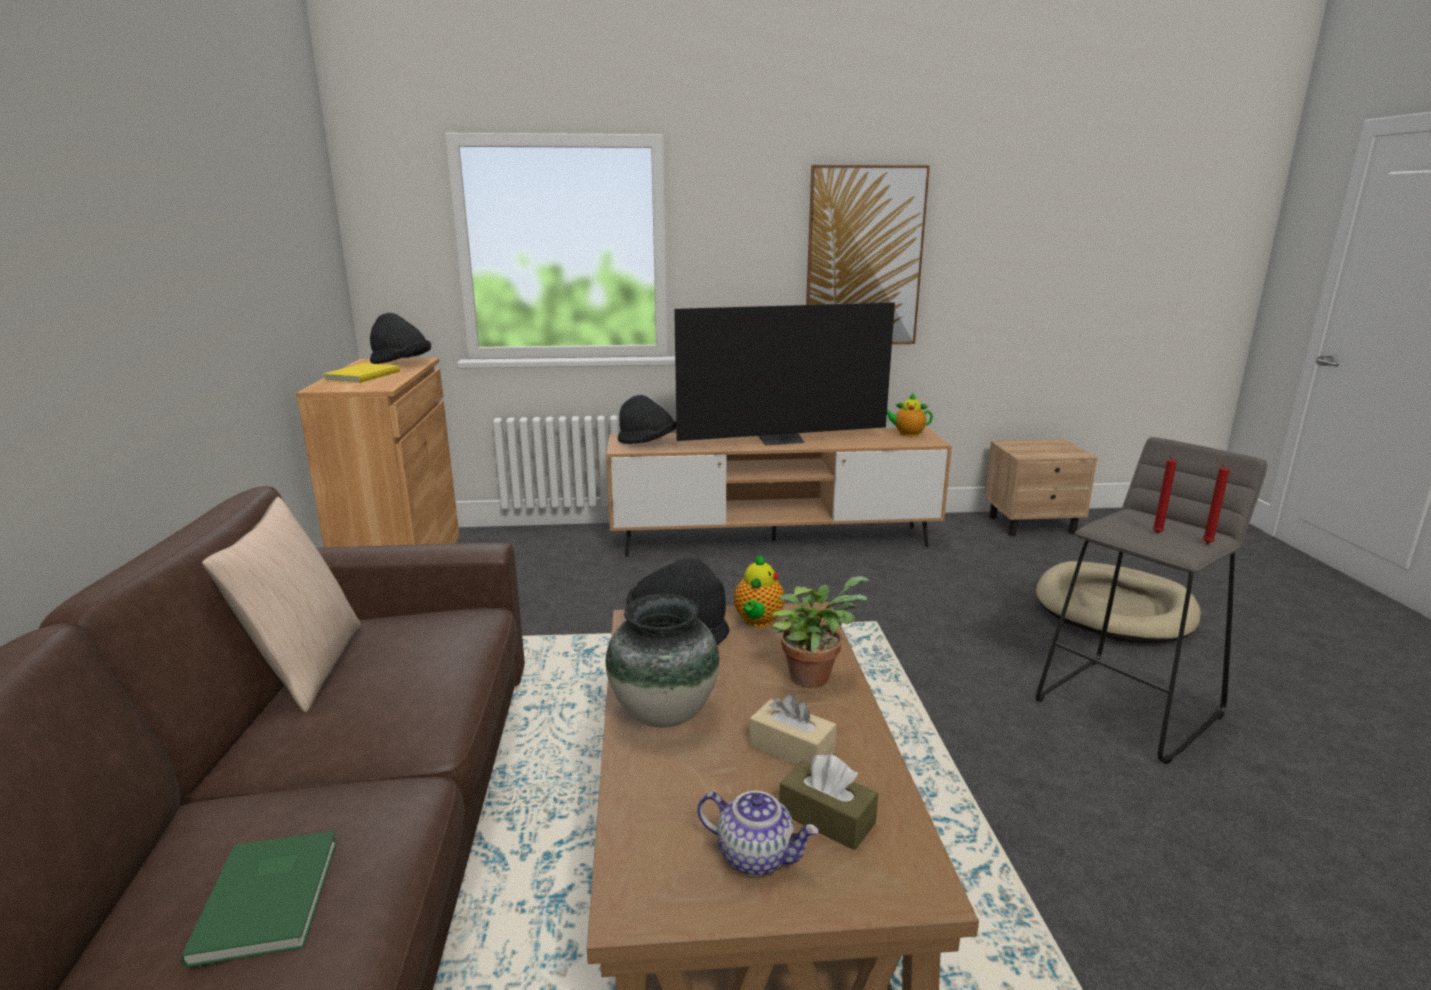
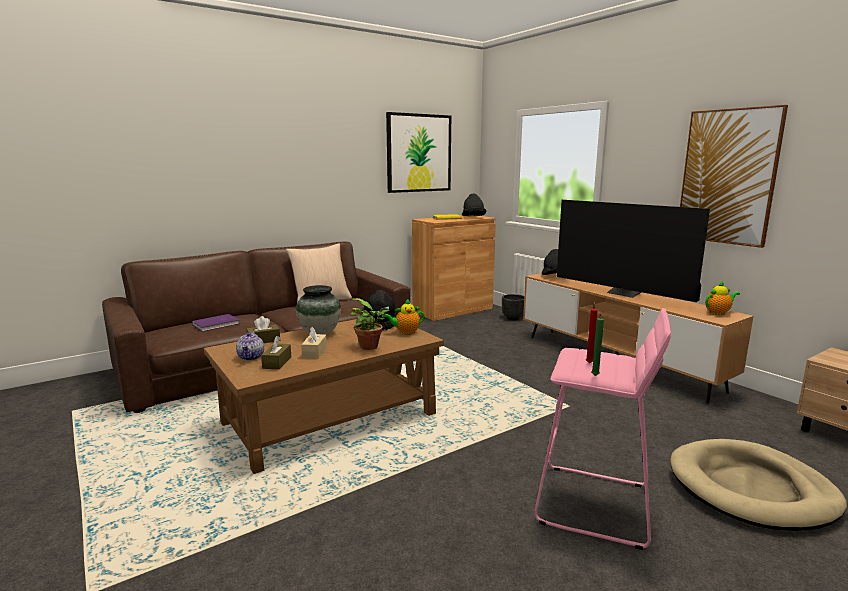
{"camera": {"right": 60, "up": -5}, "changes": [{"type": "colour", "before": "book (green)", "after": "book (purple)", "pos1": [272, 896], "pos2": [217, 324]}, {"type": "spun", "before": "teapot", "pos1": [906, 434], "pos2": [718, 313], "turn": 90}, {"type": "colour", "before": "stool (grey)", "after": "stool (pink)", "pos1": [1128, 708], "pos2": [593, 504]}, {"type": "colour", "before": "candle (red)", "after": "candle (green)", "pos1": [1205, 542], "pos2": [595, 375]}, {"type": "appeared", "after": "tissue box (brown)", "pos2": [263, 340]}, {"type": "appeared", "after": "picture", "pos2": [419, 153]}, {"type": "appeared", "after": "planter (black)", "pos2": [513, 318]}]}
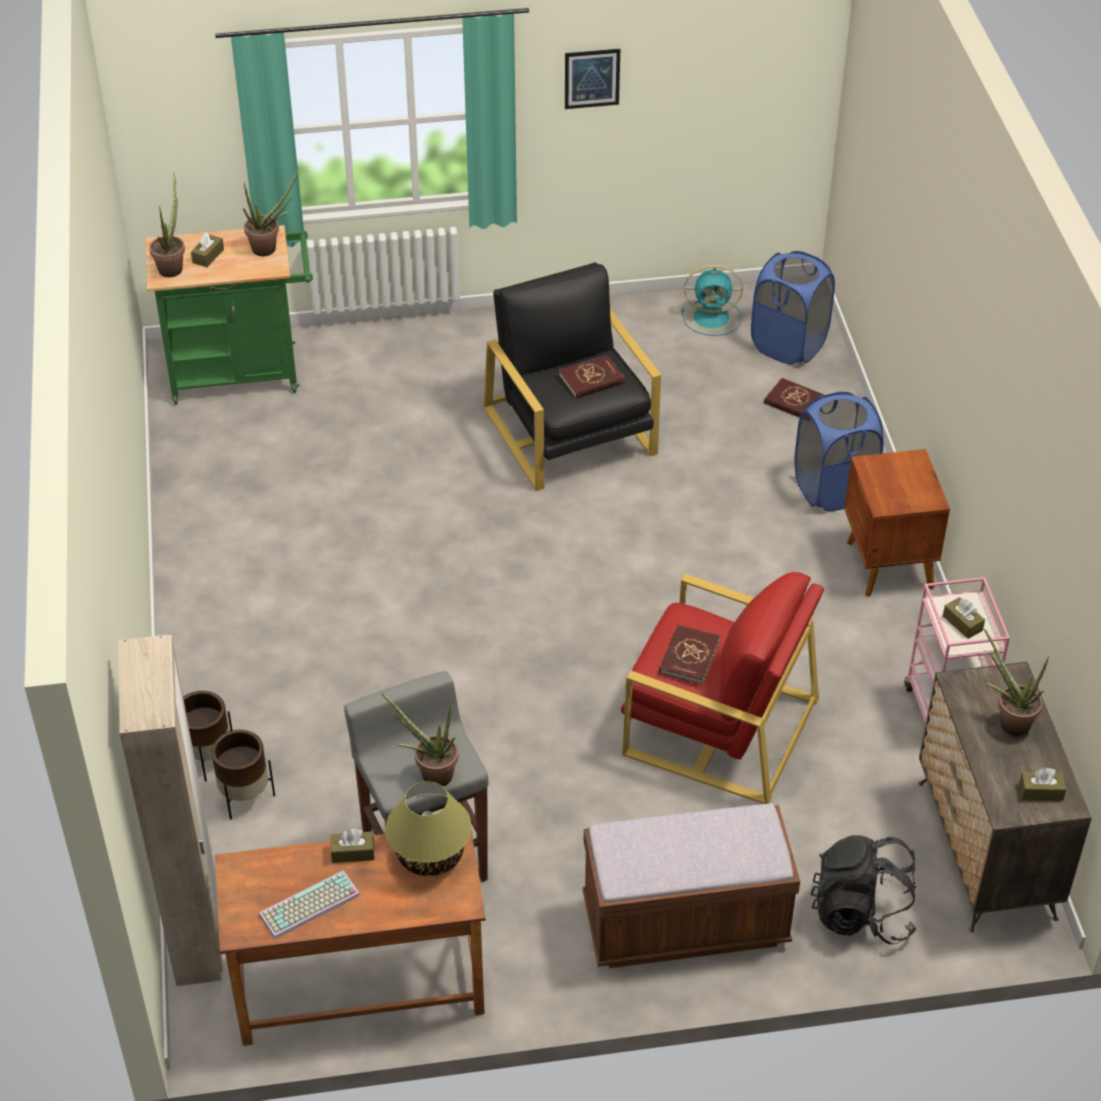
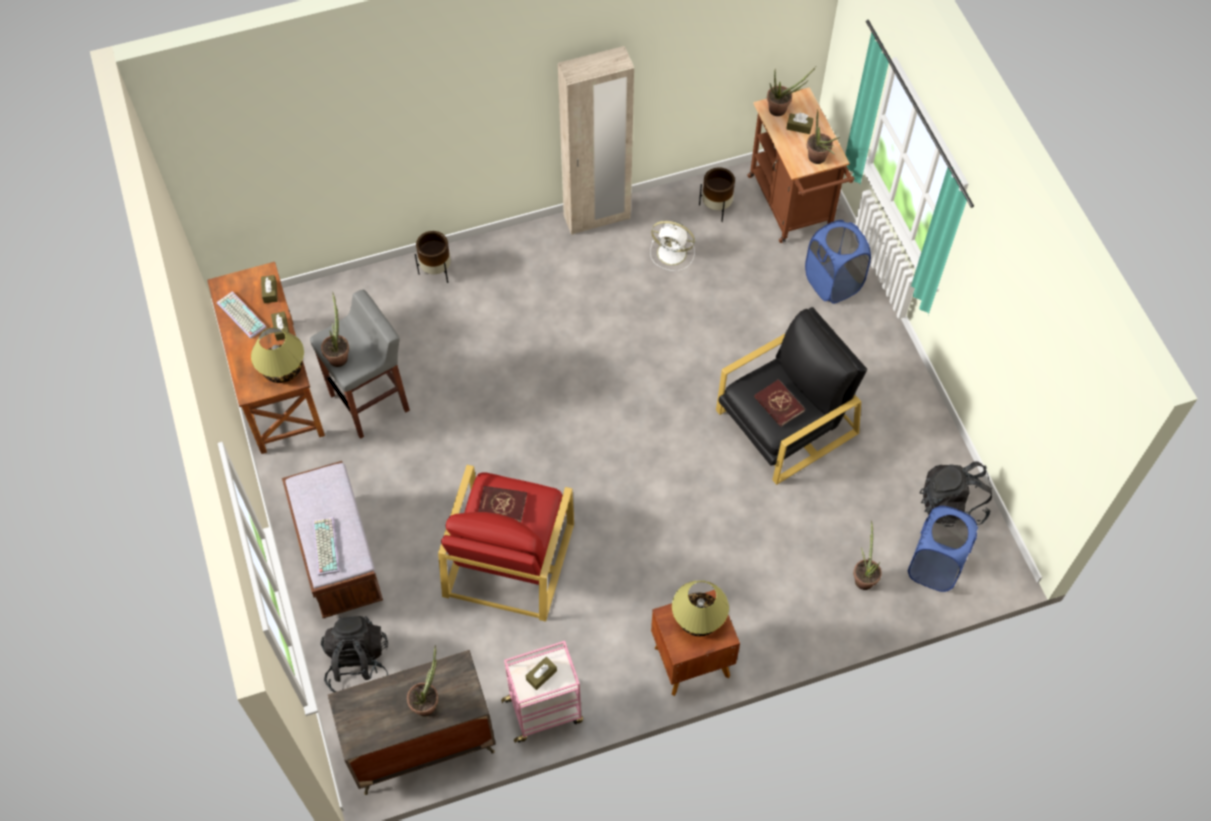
{"camera": {"right": 80, "up": 15}, "changes": [{"type": "relocated", "before": "wardrobe (beige)", "pos1": [198, 937], "pos2": [597, 218]}, {"type": "colour", "before": "cart (green)", "after": "cart (brown)", "pos1": [243, 373], "pos2": [792, 207]}, {"type": "relocated", "before": "planter (brown)", "pos1": [245, 797], "pos2": [716, 208]}, {"type": "missing", "before": "picture", "pos1": [592, 78]}, {"type": "exchanged", "before": "fan (turquoise)", "after": "backpack (black)", "pos1": [713, 318], "pos2": [951, 505]}, {"type": "exchanged", "before": "book (red)", "after": "potted plant", "pos1": [795, 402], "pos2": [863, 577]}, {"type": "relocated", "before": "laundry basket (blue)", "pos1": [833, 489], "pos2": [832, 283]}, {"type": "relocated", "before": "tissue box (brown)", "pos1": [1041, 791], "pos2": [270, 292]}, {"type": "appeared", "after": "keyboard", "pos2": [324, 545]}, {"type": "appeared", "after": "fan (white)", "pos2": [673, 253]}, {"type": "appeared", "after": "table lamp", "pos2": [699, 618]}]}
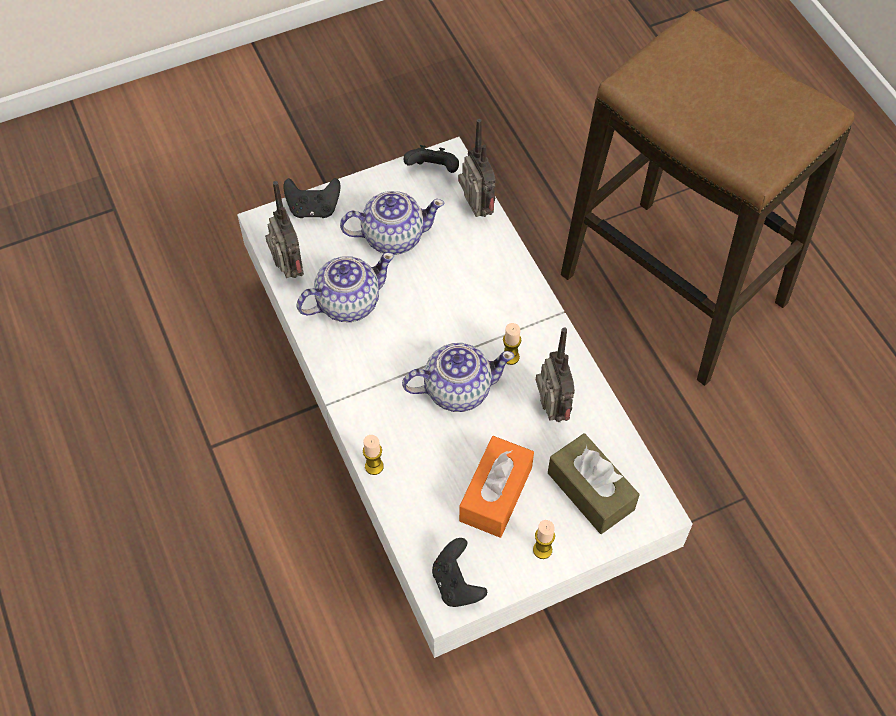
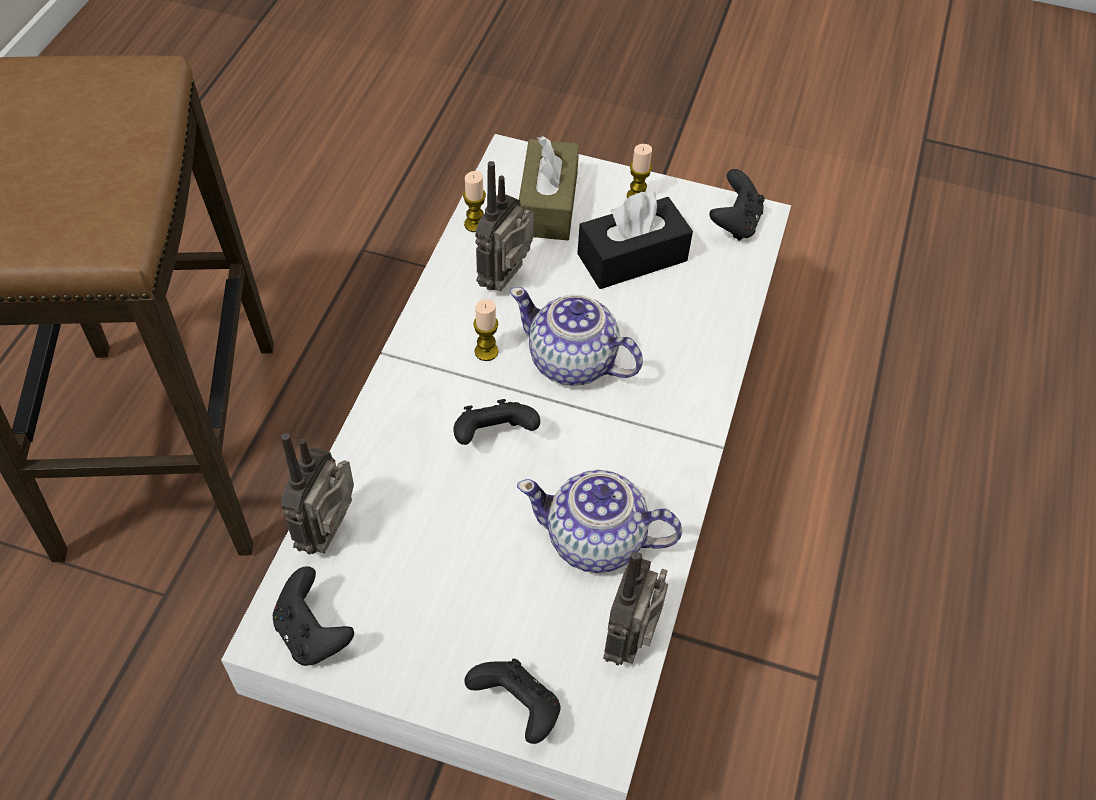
{"camera": {"right": -140, "up": -5}, "changes": [{"type": "missing", "before": "teapot", "pos1": [392, 236]}, {"type": "relocated", "before": "candle", "pos1": [374, 466], "pos2": [475, 224]}, {"type": "colour", "before": "tissue box (orange)", "after": "tissue box (black)", "pos1": [496, 494], "pos2": [632, 257]}, {"type": "appeared", "after": "game controller (black)", "pos2": [494, 436]}]}
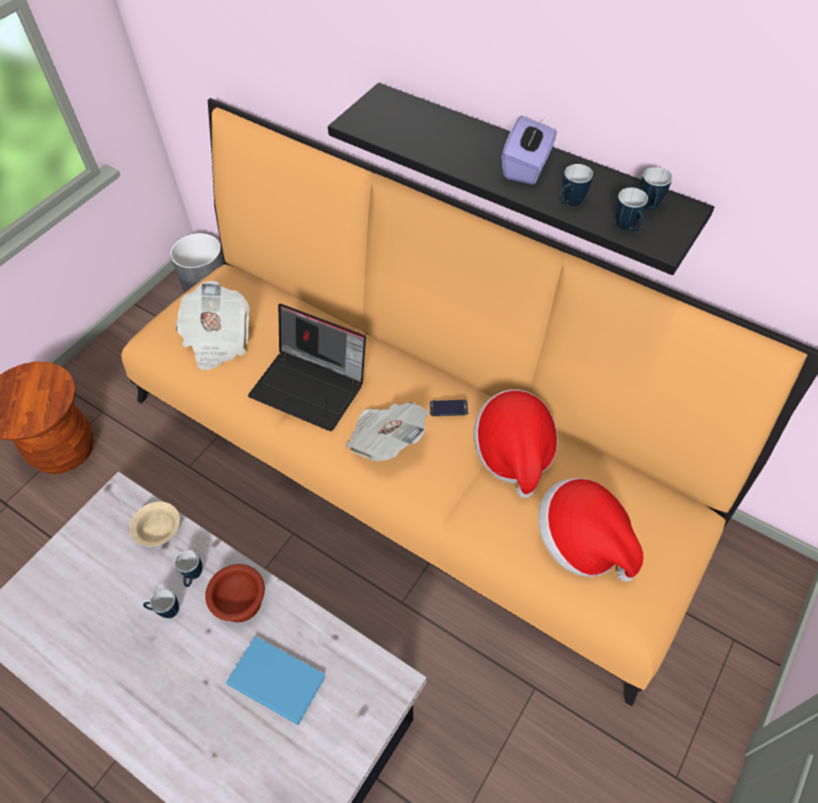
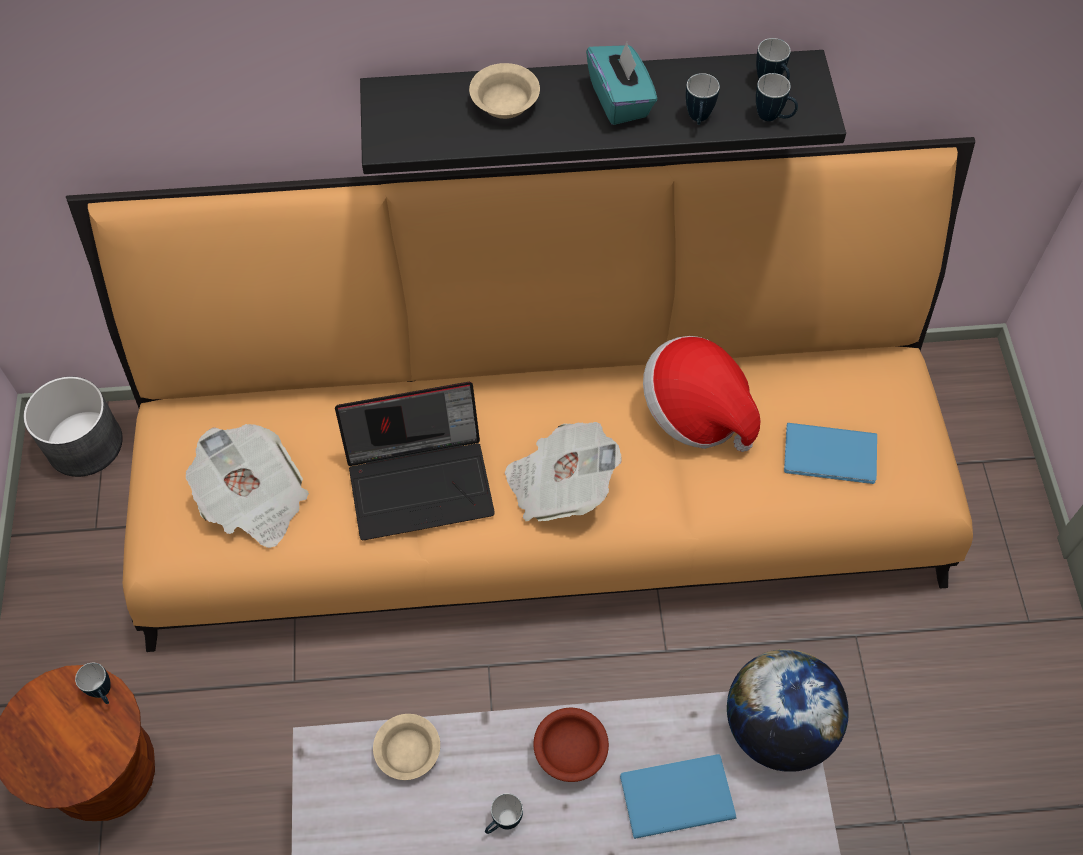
{"camera": {"right": -40, "up": 5}, "changes": [{"type": "relocated", "before": "mug", "pos1": [193, 577], "pos2": [104, 694]}, {"type": "missing", "before": "phone", "pos1": [448, 408]}, {"type": "colour", "before": "tissue box (purple)", "after": "tissue box (turquoise)", "pos1": [527, 167], "pos2": [620, 100]}, {"type": "exchanged", "before": "hat", "after": "book (blue)", "pos1": [582, 542], "pos2": [832, 456]}, {"type": "appeared", "after": "bowl (beige)", "pos2": [504, 102]}, {"type": "appeared", "after": "globe", "pos2": [777, 728]}]}
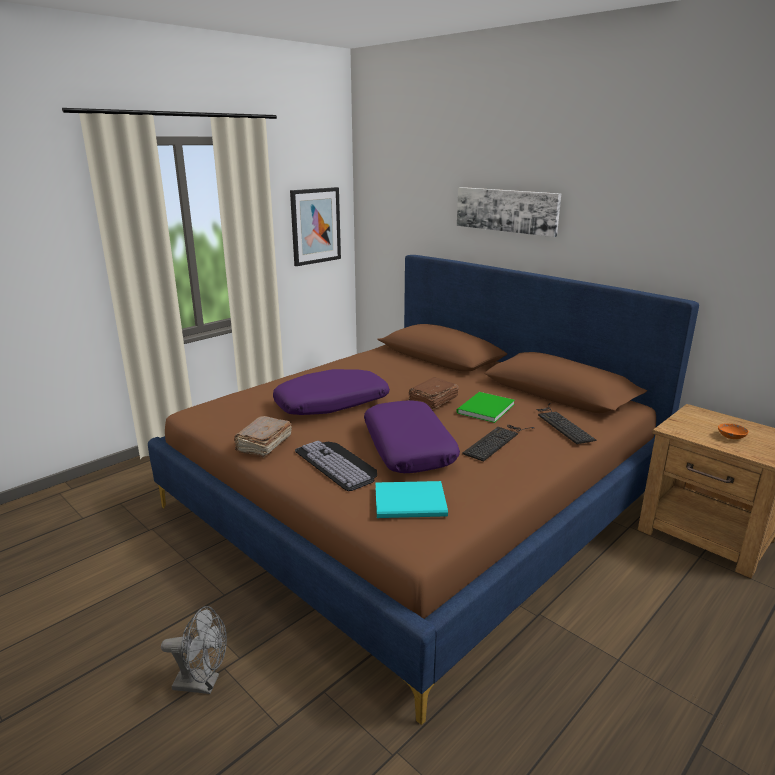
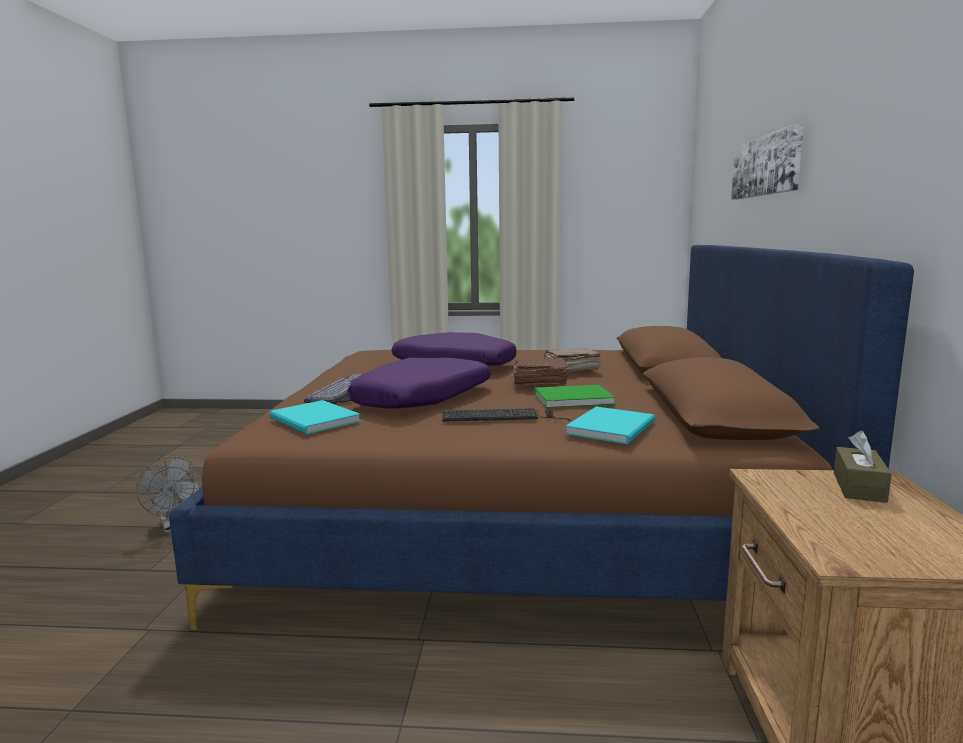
{"camera": {"right": 50, "up": -10}, "changes": [{"type": "relocated", "before": "book (brown)", "pos1": [263, 445], "pos2": [570, 370]}, {"type": "missing", "before": "picture", "pos1": [315, 226]}, {"type": "exchanged", "before": "keyboard", "after": "book (turquoise)", "pos1": [561, 424], "pos2": [614, 427]}, {"type": "missing", "before": "bowl (orange)", "pos1": [731, 437]}, {"type": "appeared", "after": "tissue box (brown)", "pos2": [859, 487]}]}
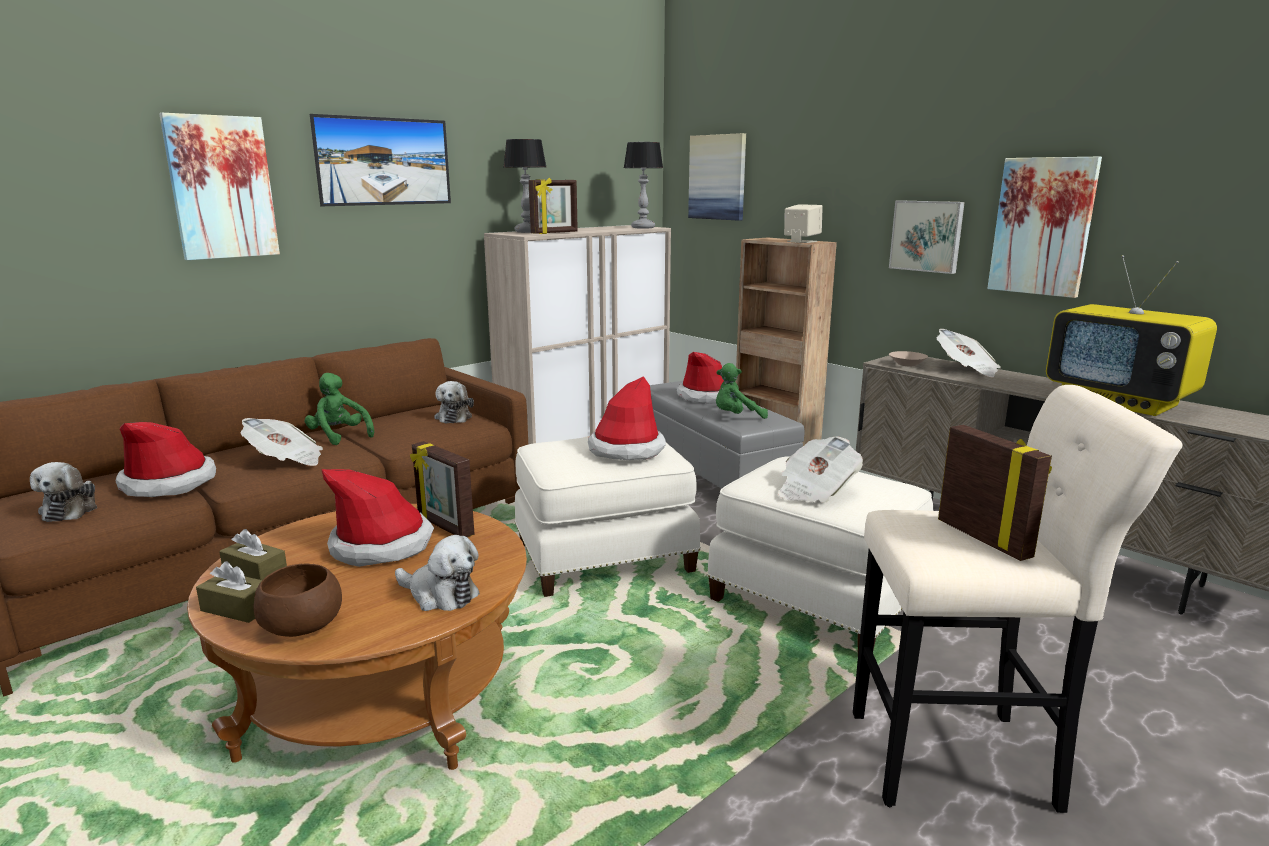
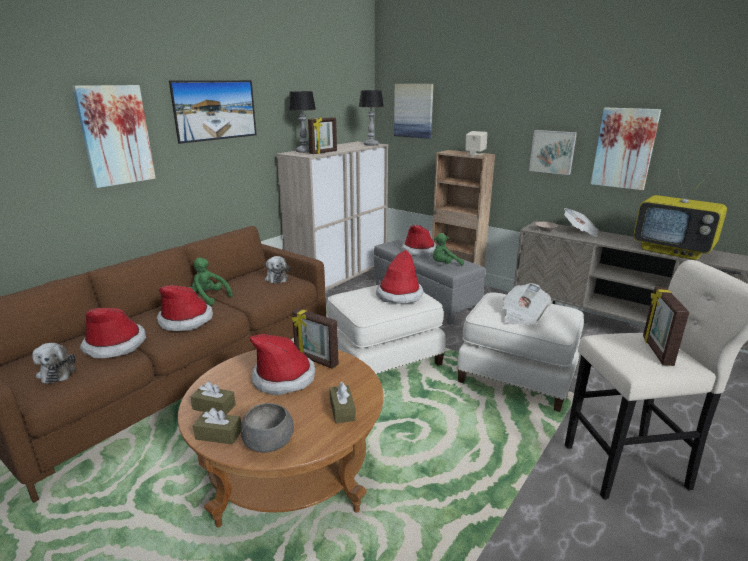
{"camera": {"right": -10, "up": 5}, "changes": [{"type": "exchanged", "before": "newspaper", "after": "hat", "pos1": [286, 460], "pos2": [186, 320]}, {"type": "colour", "before": "bowl (brown)", "after": "bowl (grey)", "pos1": [301, 625], "pos2": [268, 442]}, {"type": "exchanged", "before": "plush toy", "after": "tissue box (brown)", "pos1": [440, 595], "pos2": [342, 410]}, {"type": "spun", "before": "picture frame", "pos1": [984, 538], "pos2": [656, 351], "turn": -135}]}
